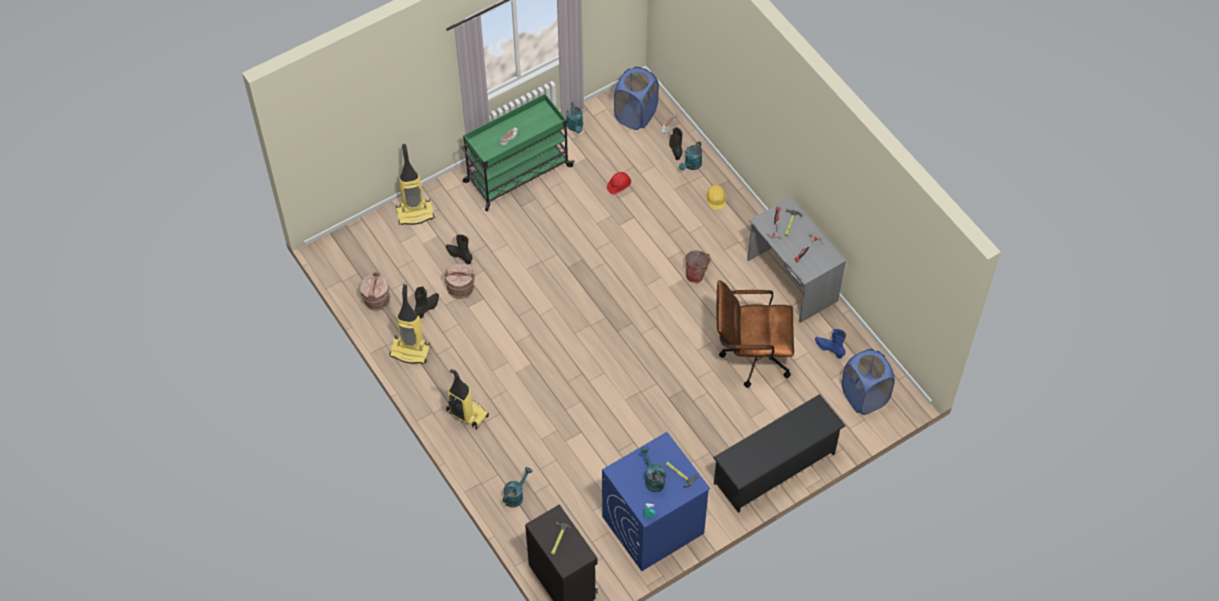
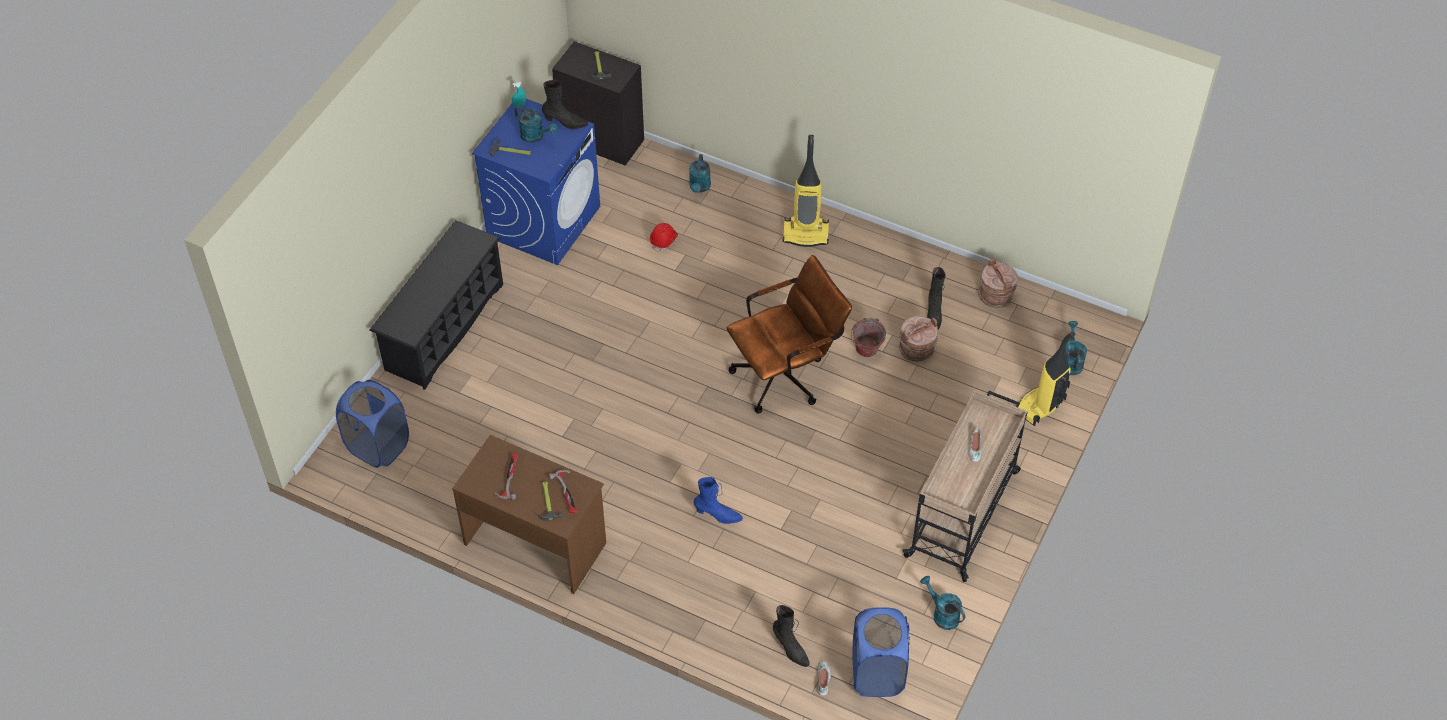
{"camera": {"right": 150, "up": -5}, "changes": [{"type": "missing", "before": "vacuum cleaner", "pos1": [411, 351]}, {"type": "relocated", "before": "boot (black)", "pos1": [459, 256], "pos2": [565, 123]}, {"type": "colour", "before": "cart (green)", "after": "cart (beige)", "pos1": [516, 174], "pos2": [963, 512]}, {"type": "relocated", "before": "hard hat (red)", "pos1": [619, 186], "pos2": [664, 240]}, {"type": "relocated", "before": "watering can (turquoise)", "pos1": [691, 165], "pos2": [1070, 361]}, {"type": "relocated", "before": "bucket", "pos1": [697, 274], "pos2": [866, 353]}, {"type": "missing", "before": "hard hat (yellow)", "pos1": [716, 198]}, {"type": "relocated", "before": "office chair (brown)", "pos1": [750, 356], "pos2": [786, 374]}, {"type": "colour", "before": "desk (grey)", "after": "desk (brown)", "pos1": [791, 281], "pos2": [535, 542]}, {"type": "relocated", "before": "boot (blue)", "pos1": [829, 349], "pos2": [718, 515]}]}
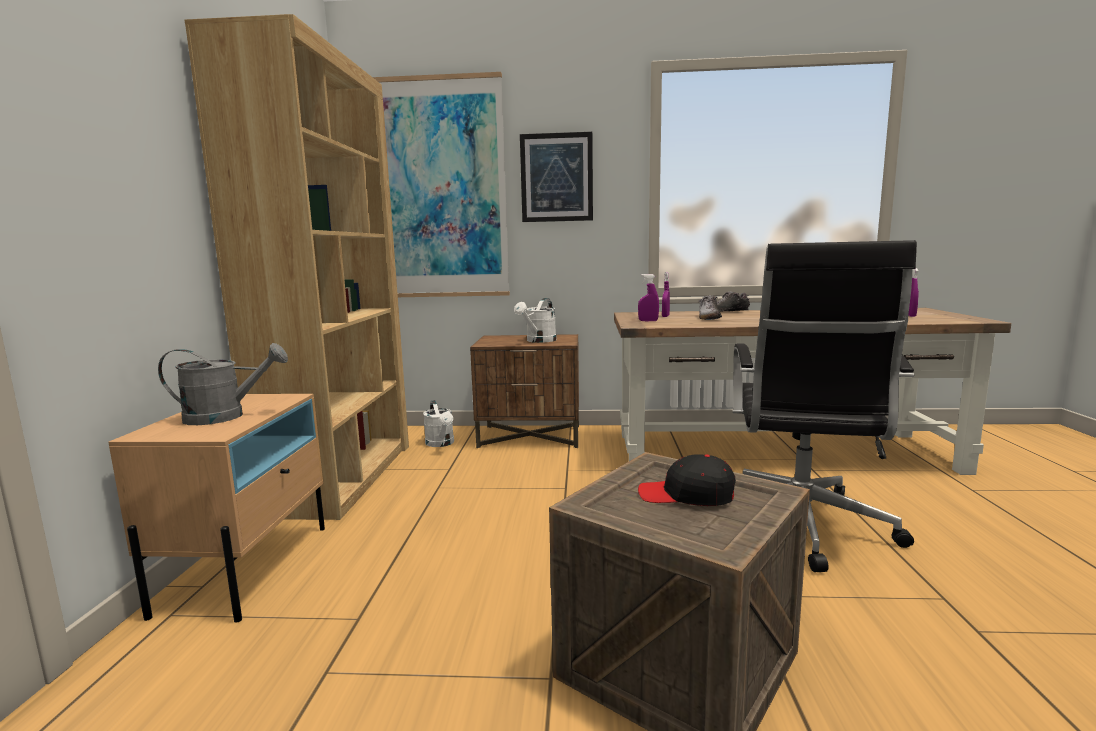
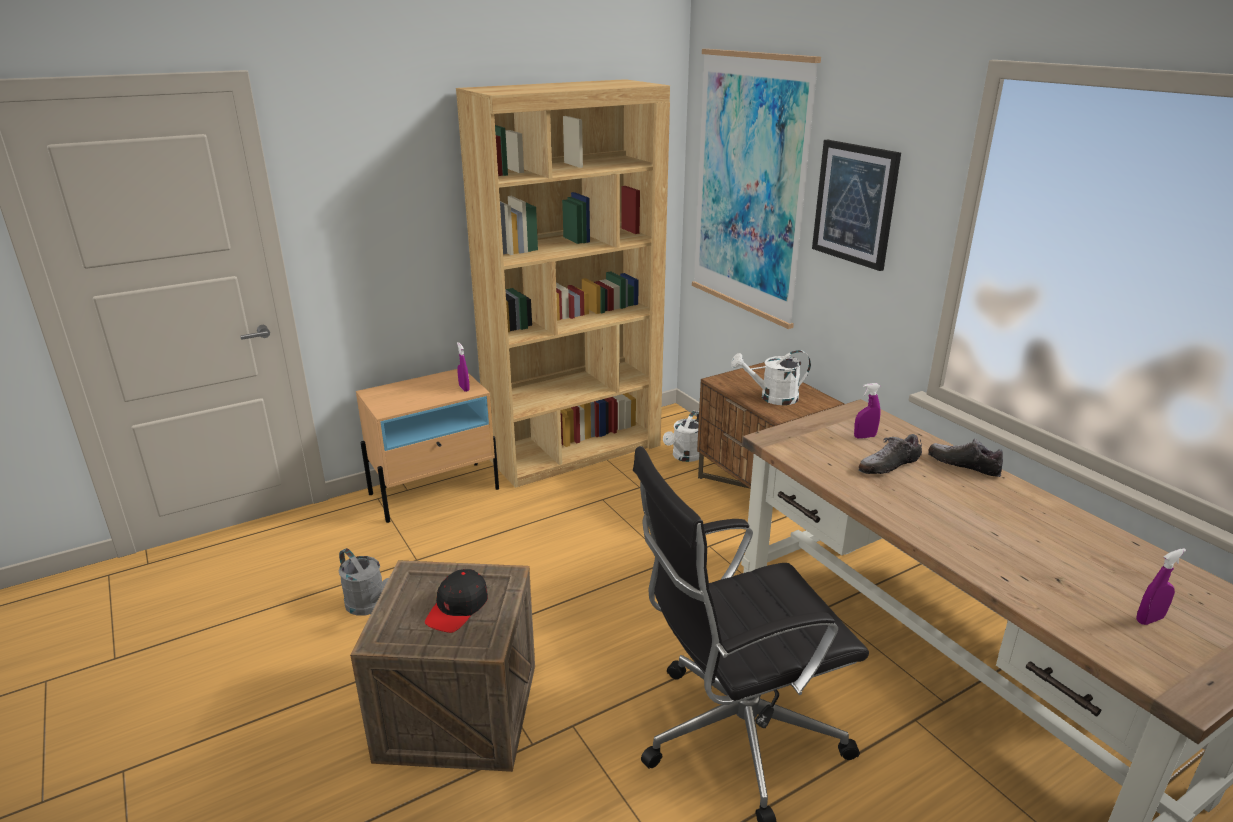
{"camera": {"right": 55, "up": 15}, "changes": [{"type": "relocated", "before": "watering can (grey)", "pos1": [225, 416], "pos2": [370, 606]}, {"type": "relocated", "before": "spray bottle (purple)", "pos1": [648, 321], "pos2": [464, 388]}, {"type": "spun", "before": "cap (black)", "pos1": [686, 495], "pos2": [457, 608], "turn": -135}]}
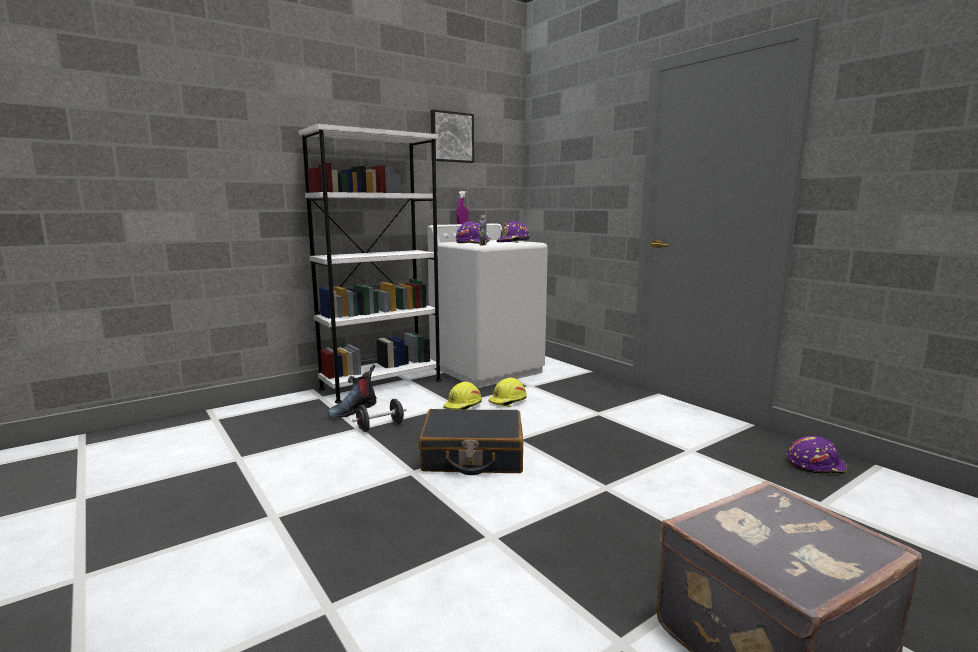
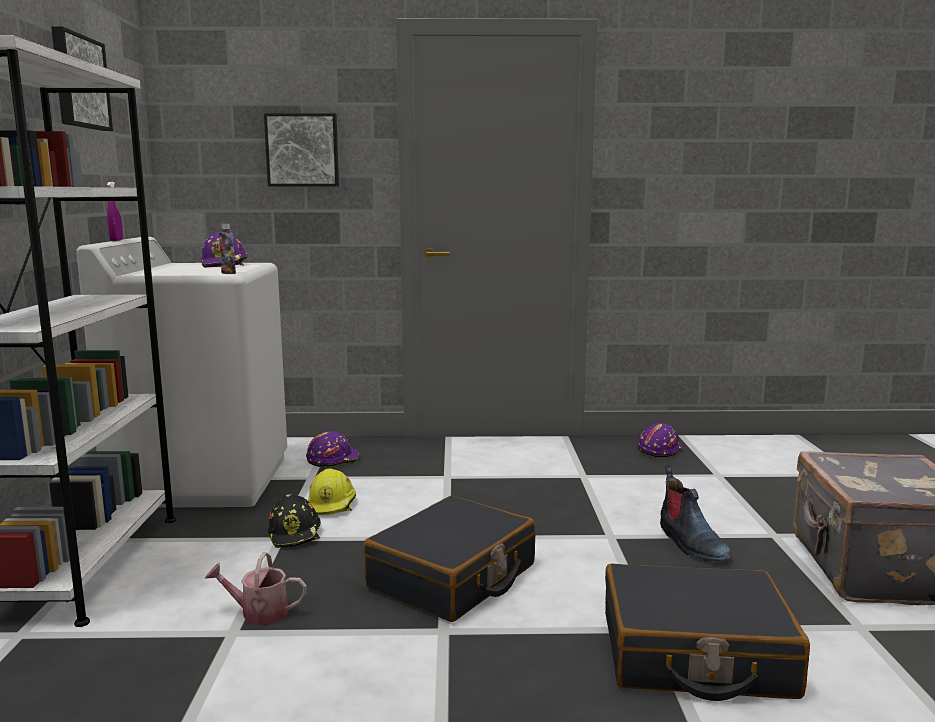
{"camera": {"right": -55, "up": 0}, "changes": [{"type": "relocated", "before": "boot", "pos1": [353, 410], "pos2": [690, 543]}, {"type": "exchanged", "before": "dumbbell (black)", "after": "watering can", "pos1": [380, 427], "pos2": [258, 613]}, {"type": "colour", "before": "hard hat (yellow)", "after": "hard hat (black)", "pos1": [463, 406], "pos2": [295, 534]}, {"type": "relocated", "before": "hard hat (purple)", "pos1": [473, 242], "pos2": [332, 459]}, {"type": "appeared", "after": "picture", "pos2": [302, 150]}, {"type": "appeared", "after": "suitcase (black)", "pos2": [695, 655]}]}
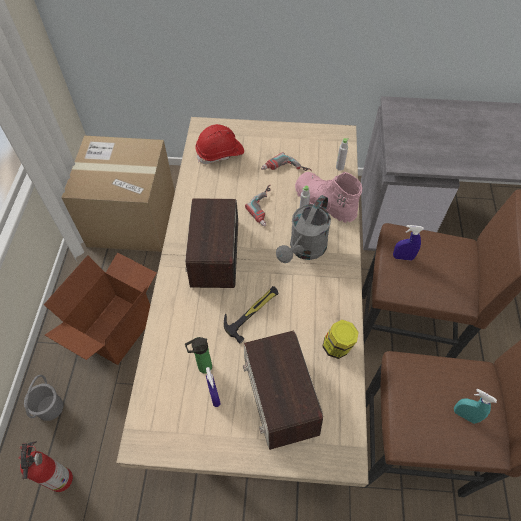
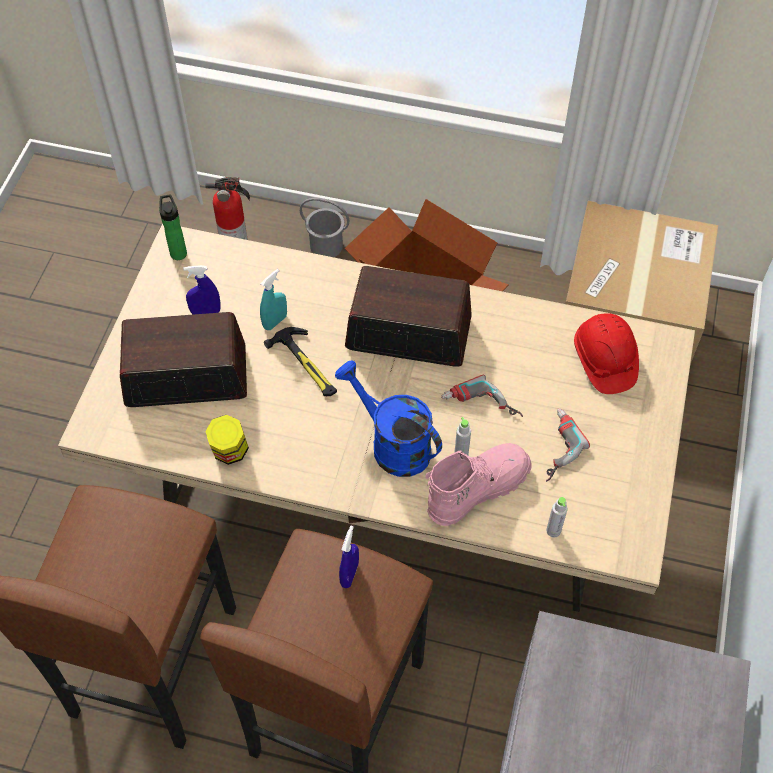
{"camera": {"right": 100, "up": 0}, "changes": [{"type": "relocated", "before": "bottle", "pos1": [202, 368], "pos2": [178, 251]}, {"type": "colour", "before": "watering can (grey)", "after": "watering can (blue)", "pos1": [304, 250], "pos2": [392, 444]}, {"type": "relocated", "before": "spray bottle (turquoise)", "pos1": [464, 415], "pos2": [275, 321]}]}
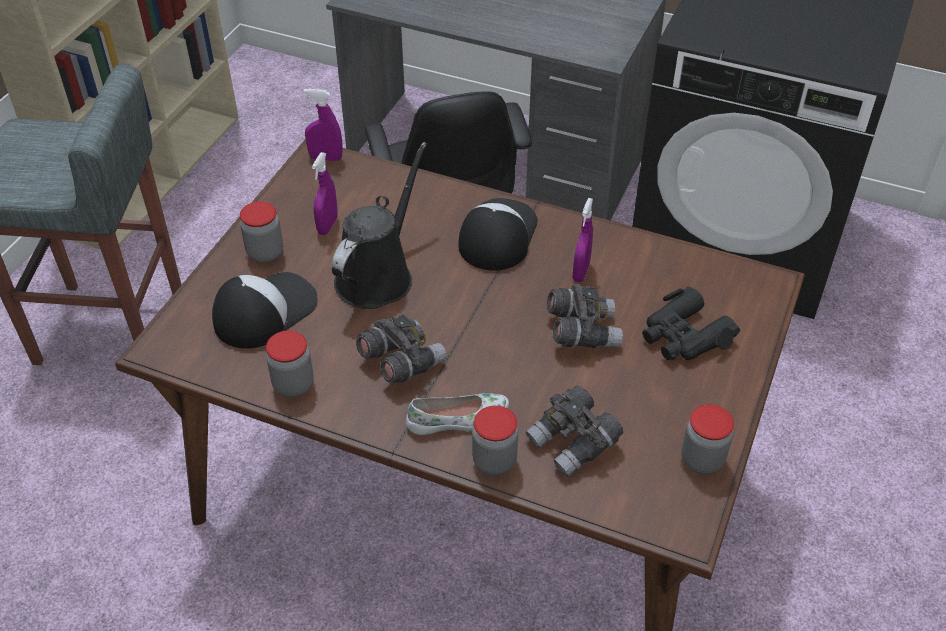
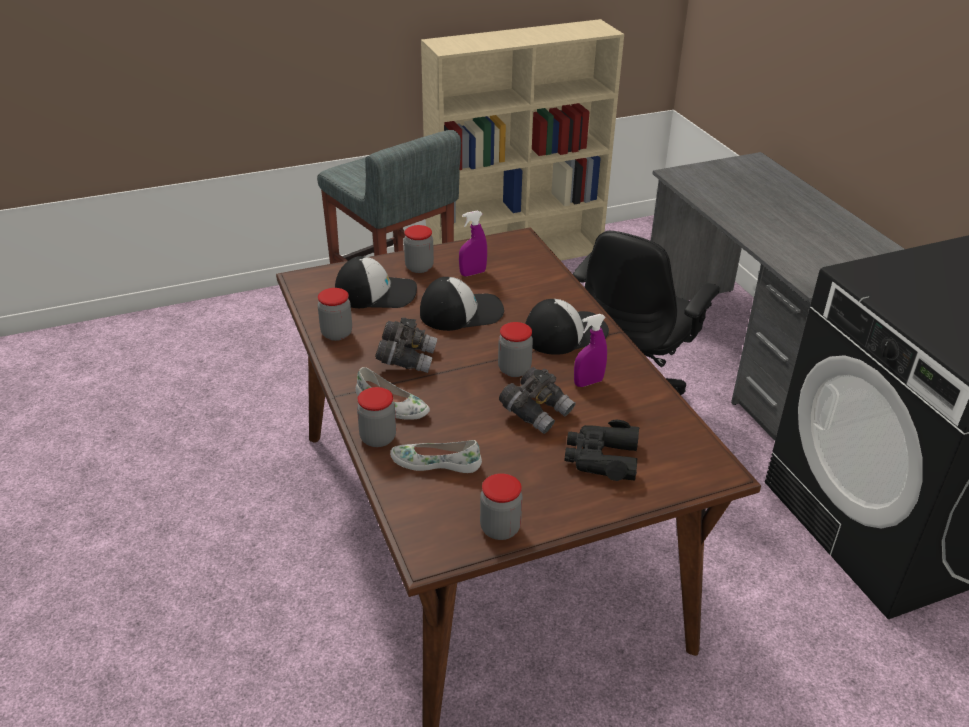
{"camera": {"right": 45, "up": -10}, "changes": [{"type": "missing", "before": "spray bottle (purple)", "pos1": [326, 158]}, {"type": "exchanged", "before": "watering can (black)", "after": "cap", "pos1": [378, 275], "pos2": [461, 312]}, {"type": "exchanged", "before": "binoculars (grey)", "after": "shoe (white)", "pos1": [573, 443], "pos2": [436, 462]}, {"type": "appeared", "after": "jar", "pos2": [514, 369]}]}
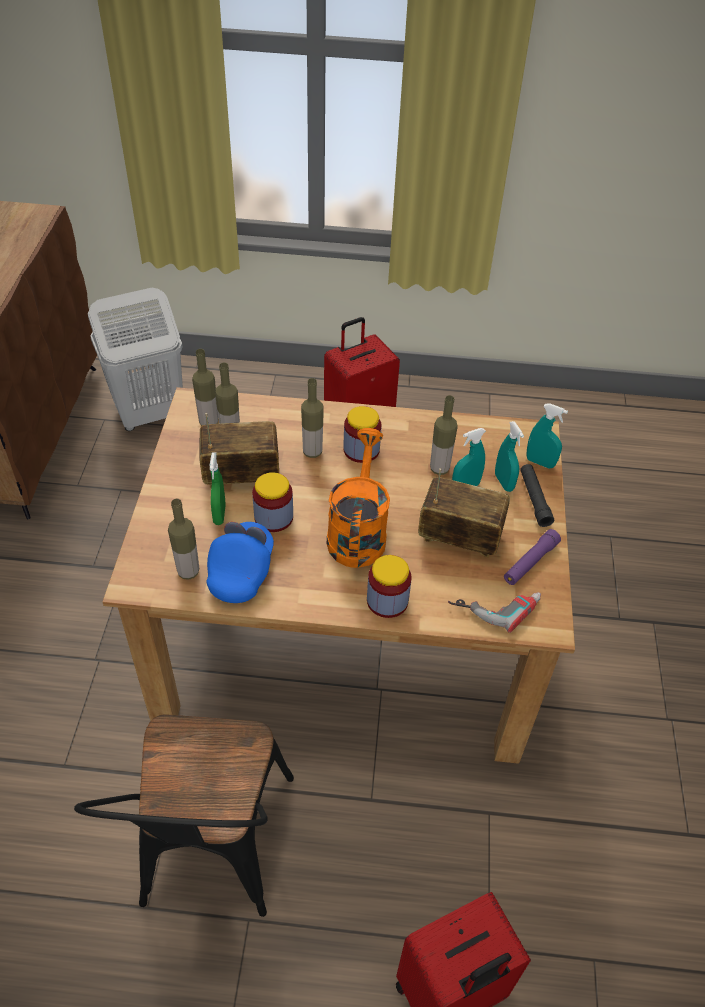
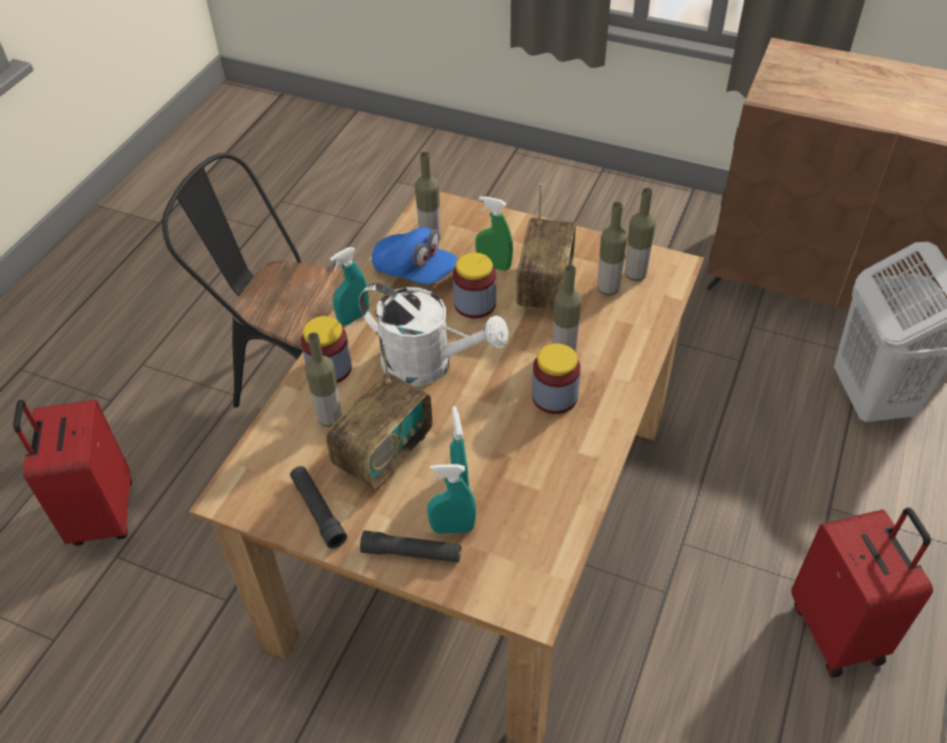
{"camera": {"right": 110, "up": 0}, "changes": [{"type": "colour", "before": "watering can (orange)", "after": "watering can (white)", "pos1": [357, 532], "pos2": [429, 365]}, {"type": "relocated", "before": "bottle", "pos1": [439, 468], "pos2": [329, 418]}, {"type": "missing", "before": "power drill", "pos1": [495, 603]}, {"type": "colour", "before": "flashlight (purple)", "after": "flashlight (black)", "pos1": [530, 562], "pos2": [318, 511]}, {"type": "relocated", "before": "spray bottle (turquoise)", "pos1": [540, 462], "pos2": [353, 317]}]}
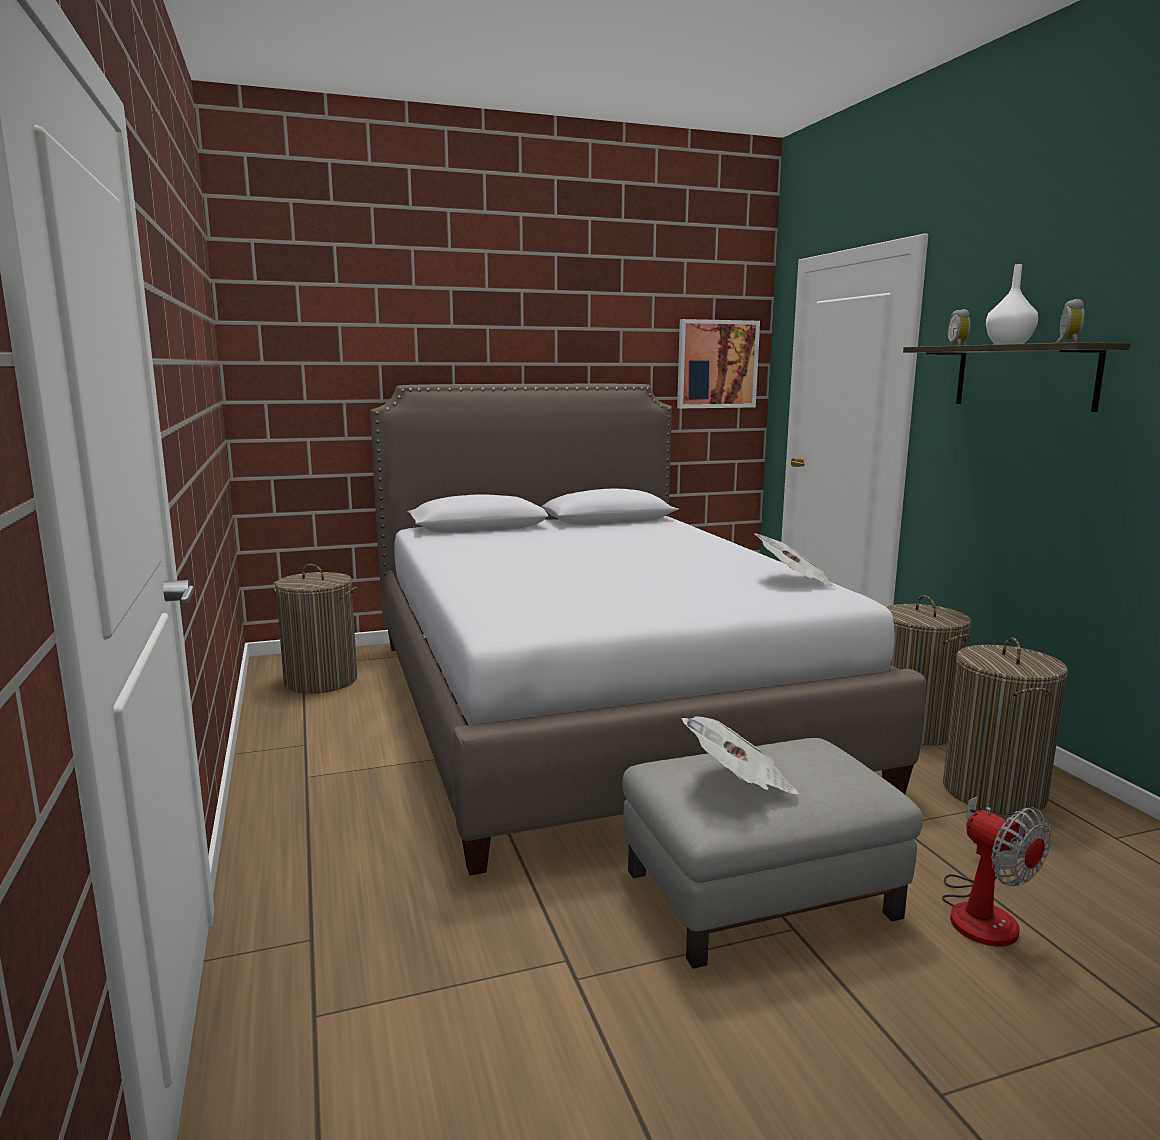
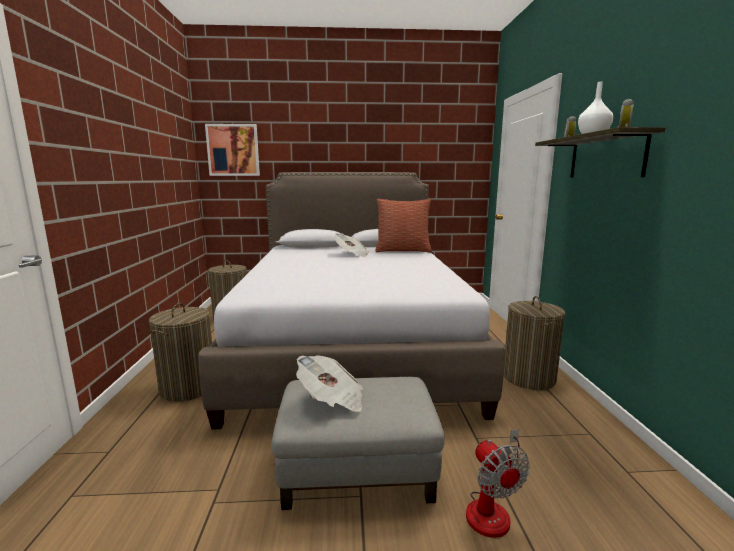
{"camera": {"right": 15, "up": 0}, "changes": [{"type": "relocated", "before": "picture", "pos1": [717, 364], "pos2": [233, 150]}, {"type": "relocated", "before": "newspaper", "pos1": [794, 581], "pos2": [352, 254]}, {"type": "relocated", "before": "laundry basket", "pos1": [993, 791], "pos2": [188, 387]}, {"type": "appeared", "after": "pillow", "pos2": [403, 250]}]}
